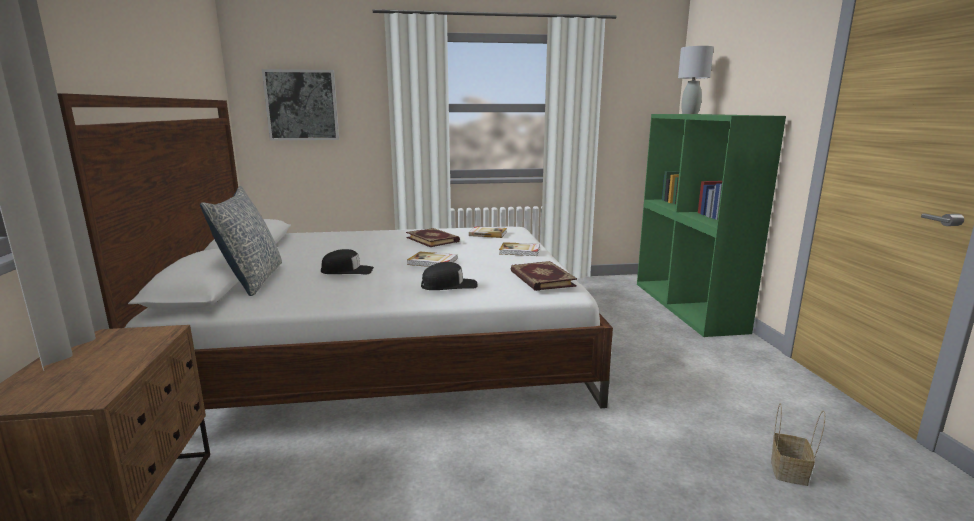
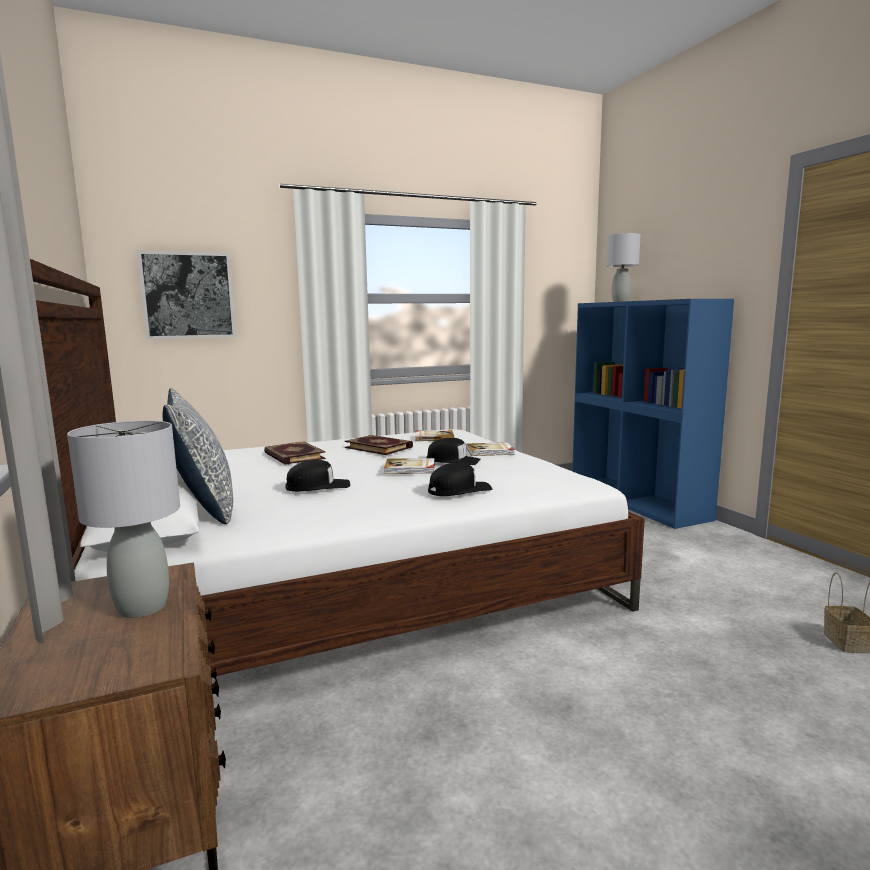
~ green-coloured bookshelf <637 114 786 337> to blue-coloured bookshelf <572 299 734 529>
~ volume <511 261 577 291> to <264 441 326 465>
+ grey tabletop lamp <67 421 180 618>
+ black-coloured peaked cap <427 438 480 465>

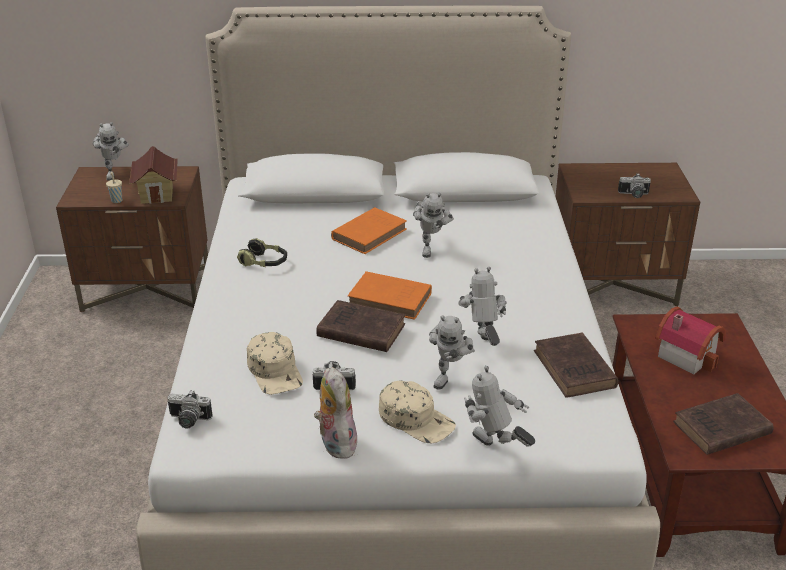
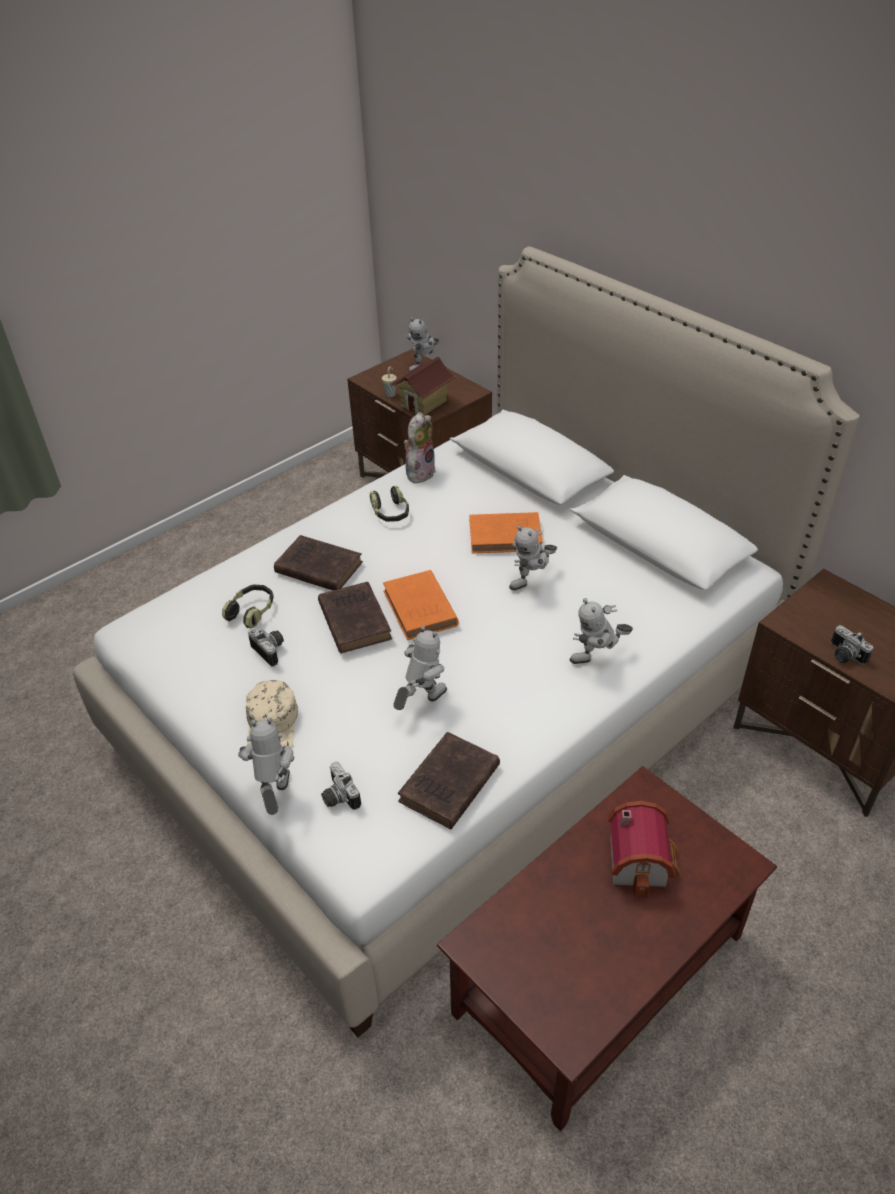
~ model robot <429 315 475 390> to <570 598 633 664>
~ sand-coloured peaked cap <247 332 303 395> to headset <222 585 273 629>
~ soft toy <314 367 357 459> to <404 412 436 485>
~ still camera <167 390 213 428> to <321 762 361 810>
~ brown-coloured volume <673 393 774 455> to <274 535 363 590>

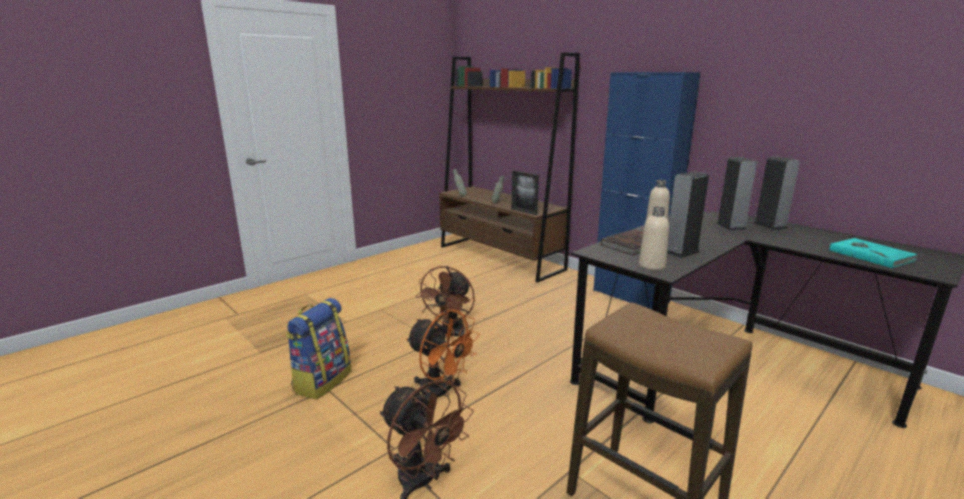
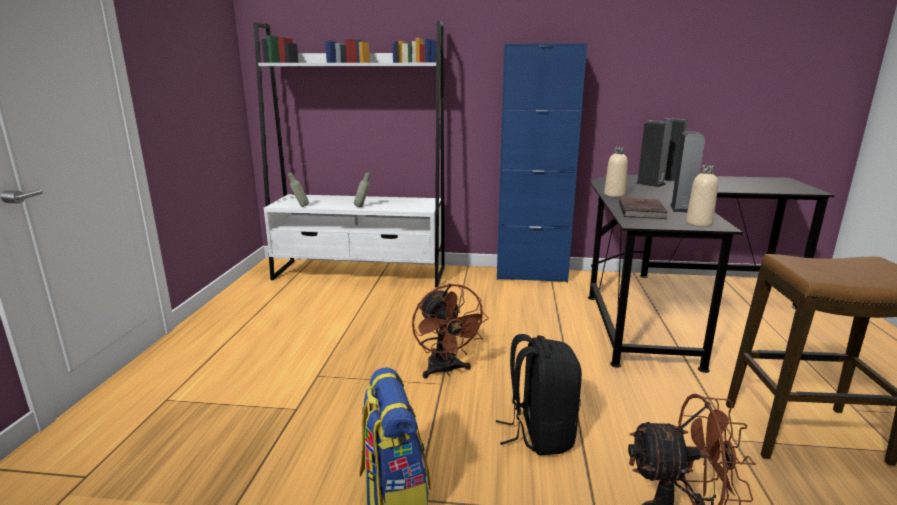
~ brown-coloured bookshelf <439 52 580 283> to whitish bookshelf <253 20 445 287>
- standing frame <511 171 539 215>
- turquoise-coloured volume <829 238 917 268>
~ orangey fan <406 309 480 401> to black-coloured rucksack <496 334 582 455>

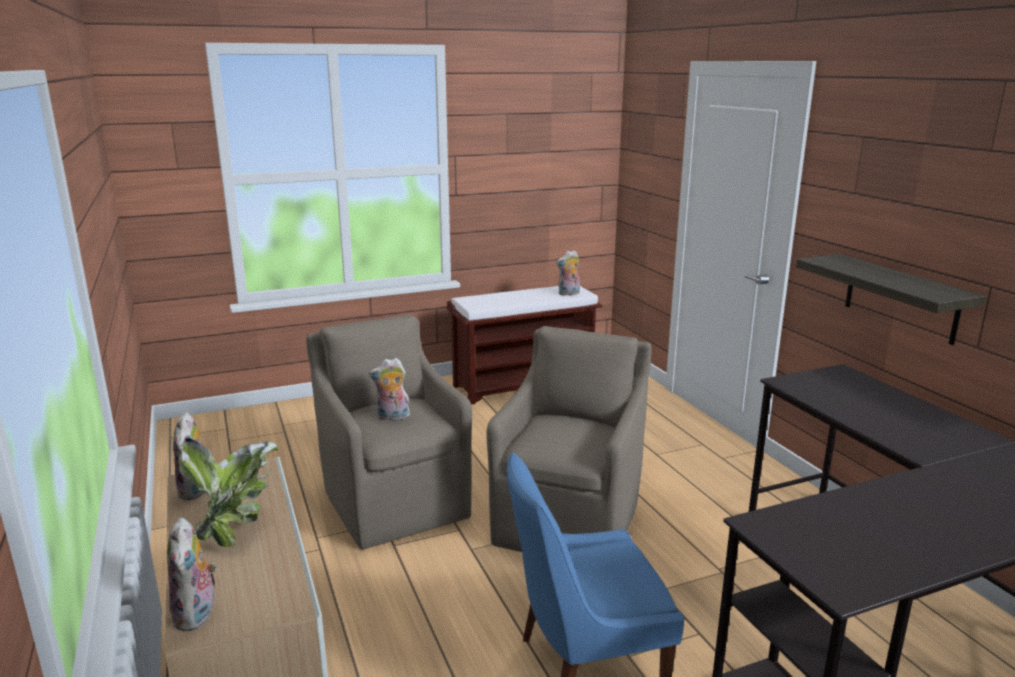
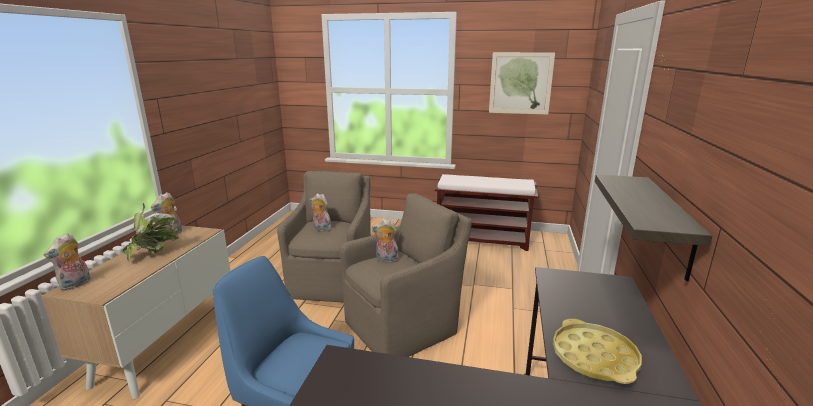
~ soft toy <556 250 580 296> to <372 219 399 263>
+ picture <489 52 555 115>
+ yellow serving tray <553 319 642 384>

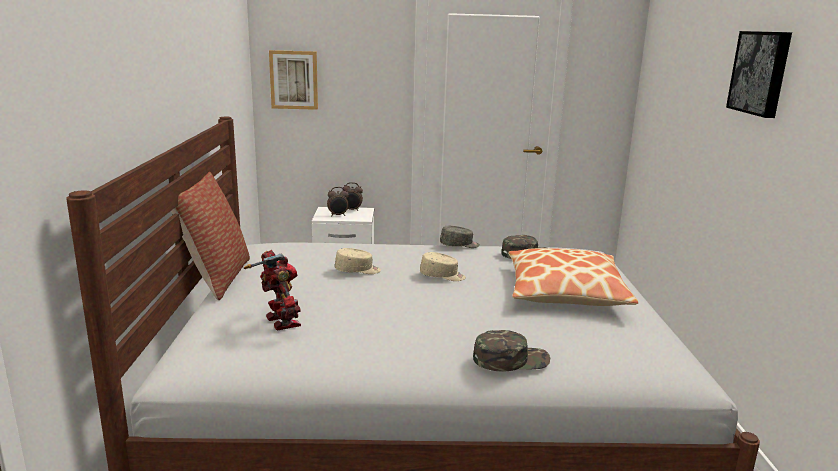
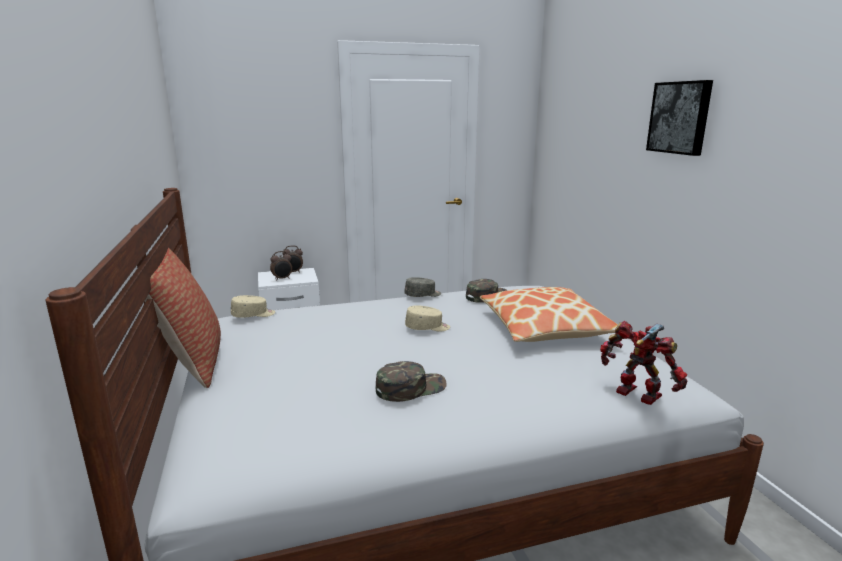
- picture <269 50 318 110>
~ sand-coloured peaked cap <335 248 381 274> to <231 295 275 318>
~ model robot <244 250 301 330> to <600 321 687 405>
~ green-coloured peaked cap <473 330 550 371> to <376 361 447 402>

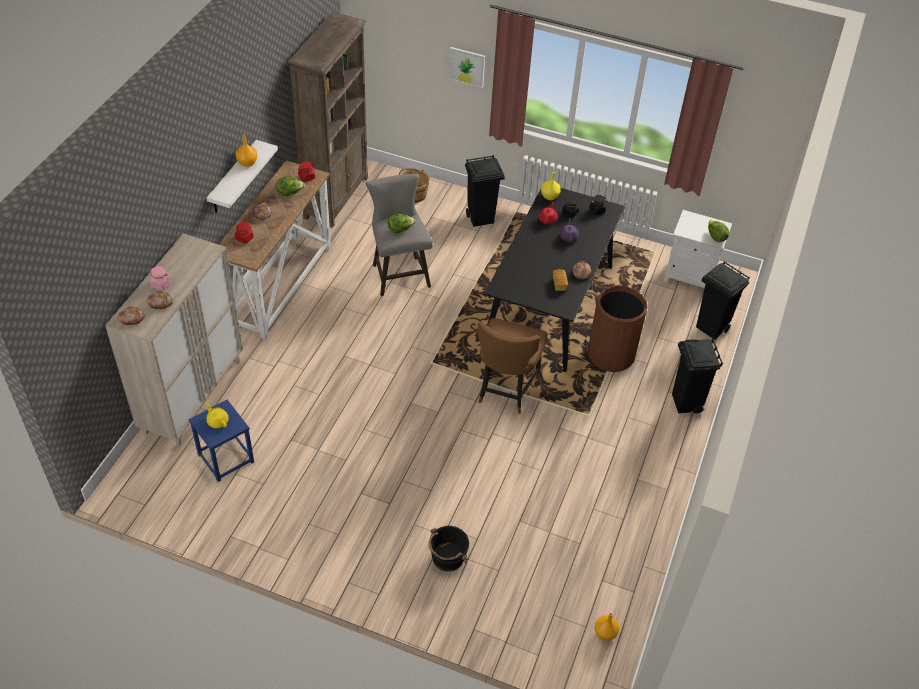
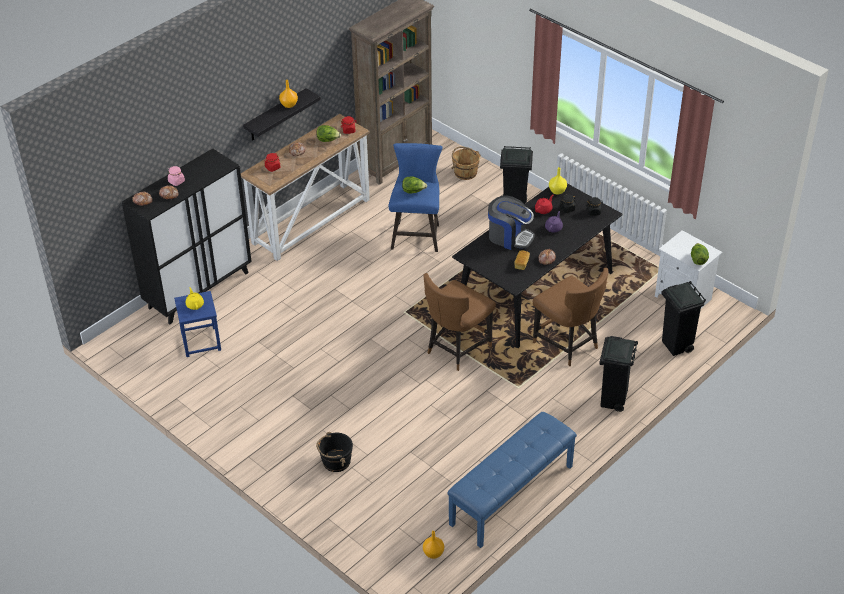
- picture <449 47 485 88>
~ whitish wall shelf <207 140 278 213> to black-coloured wall shelf <243 88 321 140>
~ grey stool <366 174 433 296> to blue-coloured stool <389 143 443 252>
~ sand-coloured cabinet <105 233 243 447> to black-coloured cabinet <122 148 252 324>
~ brown-coloured trash can <588 286 648 372> to brown-coloured plain chair <533 268 608 366>
+ coffee brewer <488 195 535 250>
+ blue-coloured indoor bench <447 412 577 548>

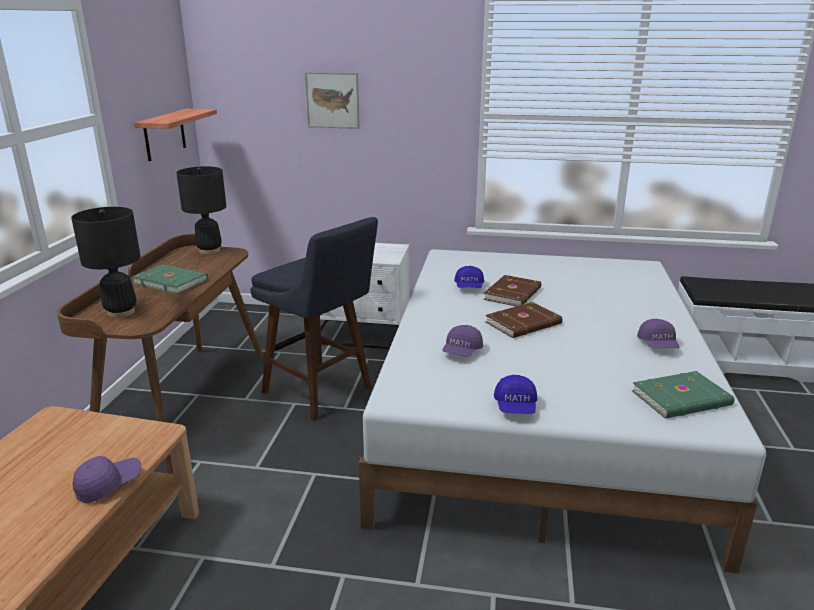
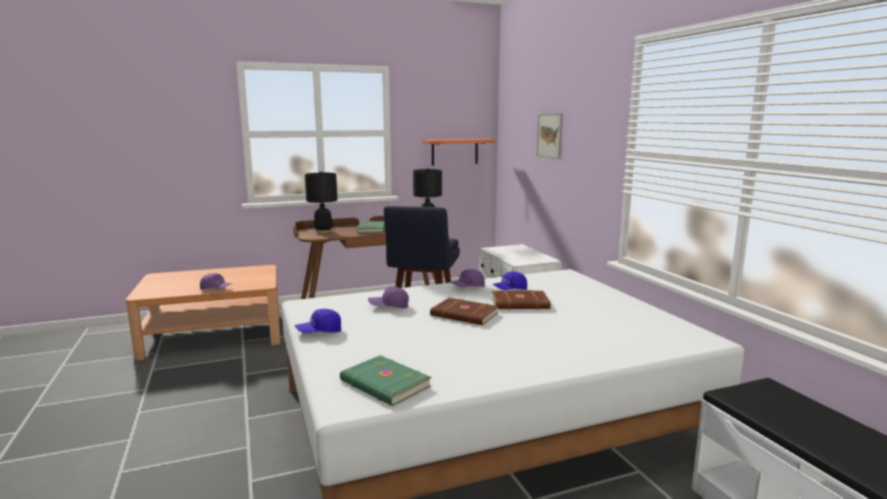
~ purple-coloured peaked cap <637 319 680 348> to <451 269 485 288>

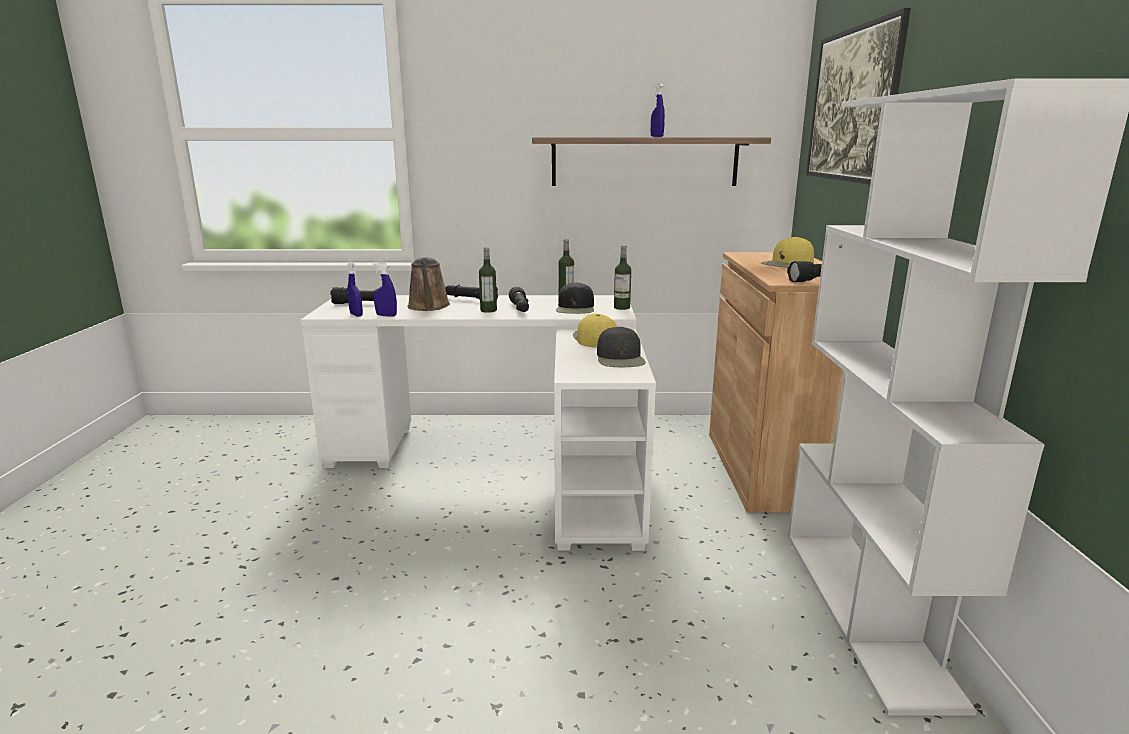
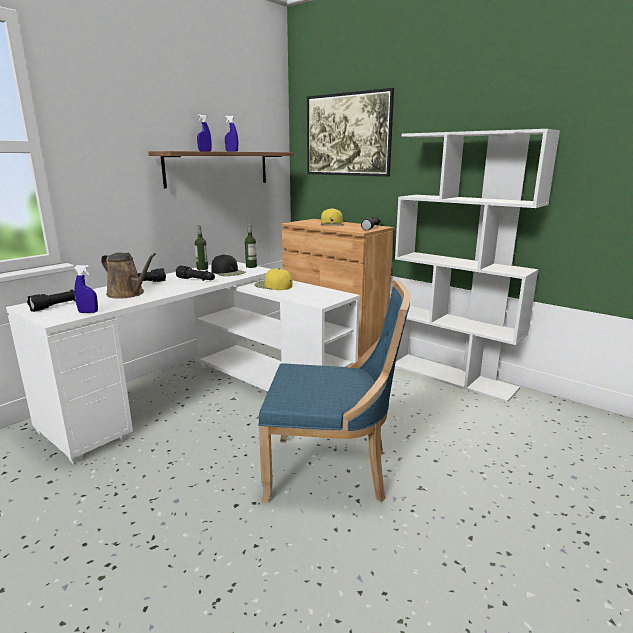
- beverage bottle <479 247 497 313>
~ blue-coloured sprayer <373 263 397 317> to <197 114 212 151>
- black-coloured peaked cap <597 326 646 367>
+ blue-coloured plain chair <258 280 411 503>

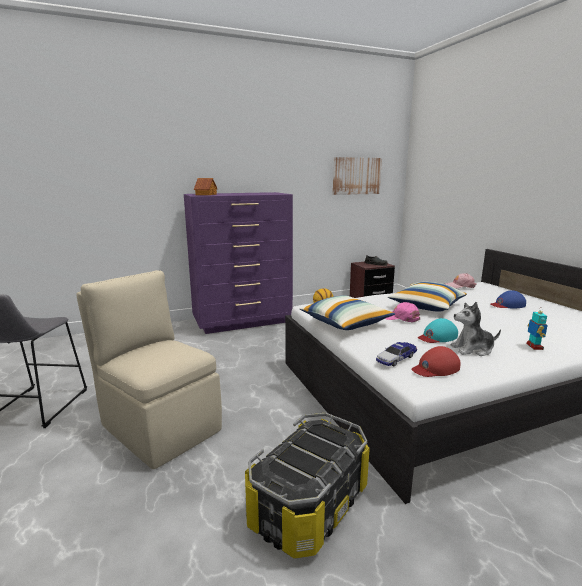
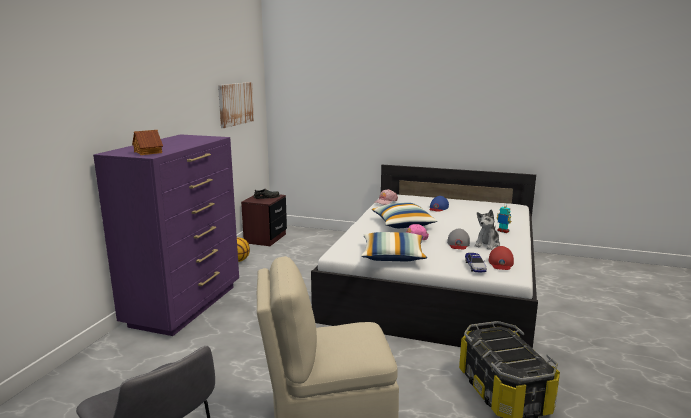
~ turquoise-coloured peaked cap <418 318 458 343> to grey peaked cap <447 229 470 249>

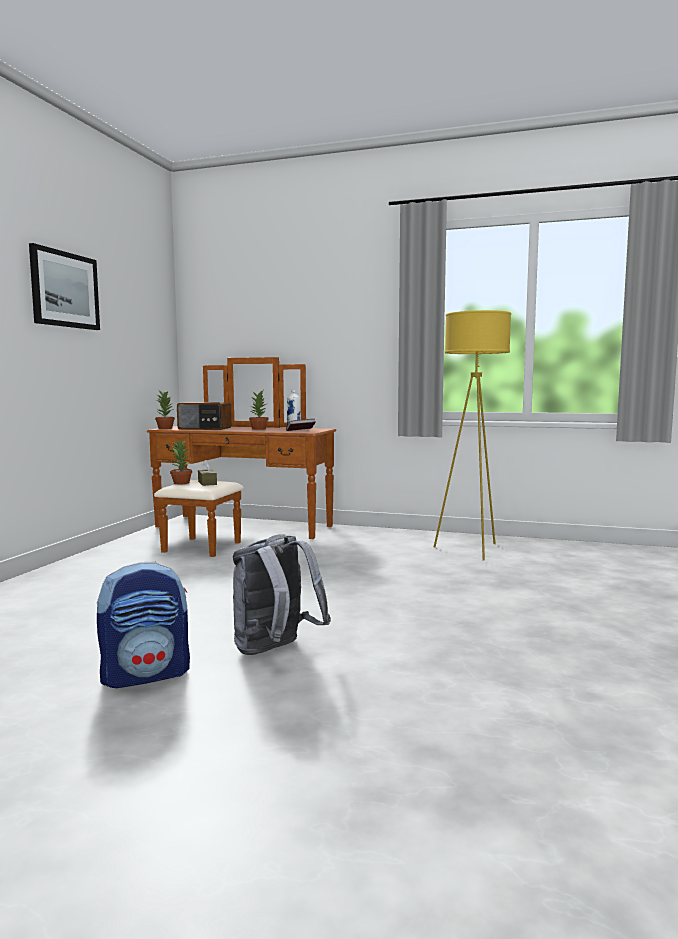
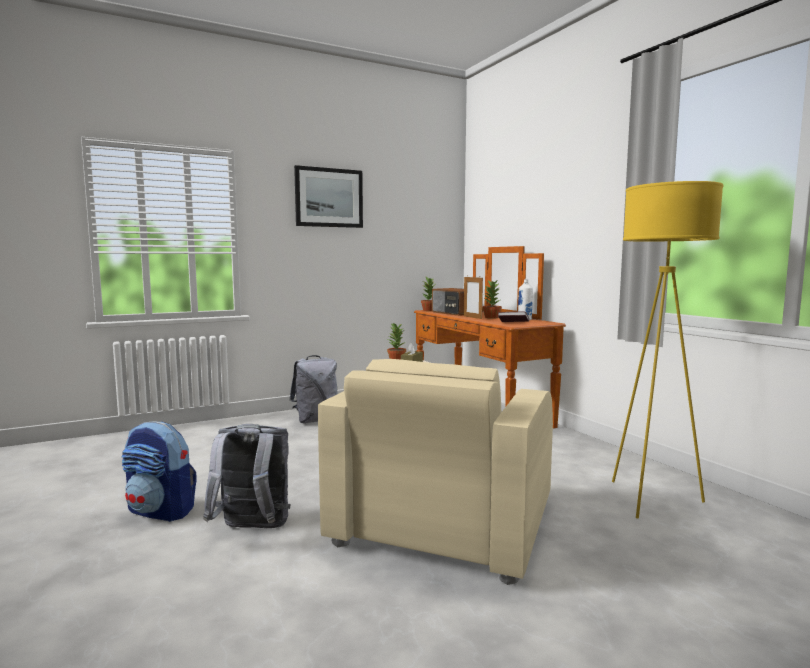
+ standing frame <464 276 483 319>
+ grey rucksack <289 355 338 423>
+ sand-coloured lounge chair <318 359 553 585>

